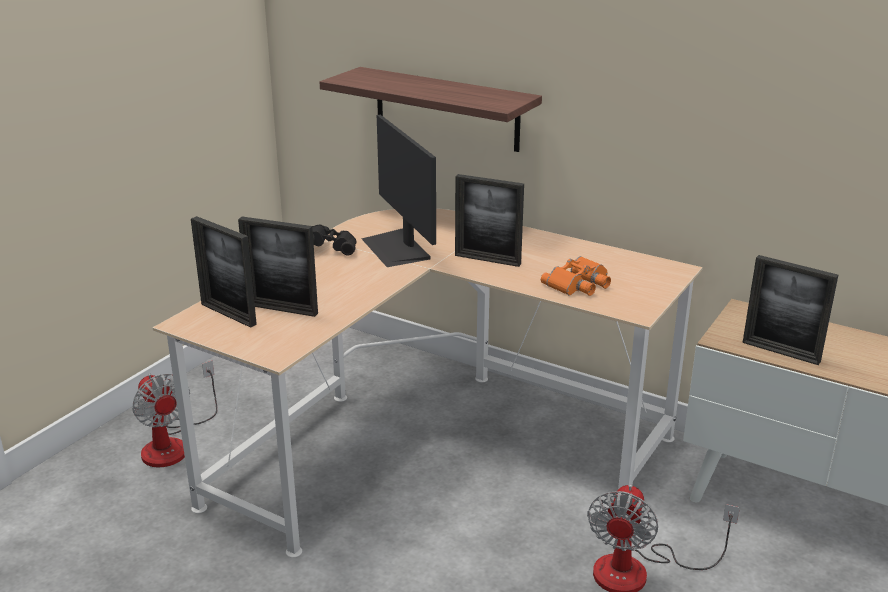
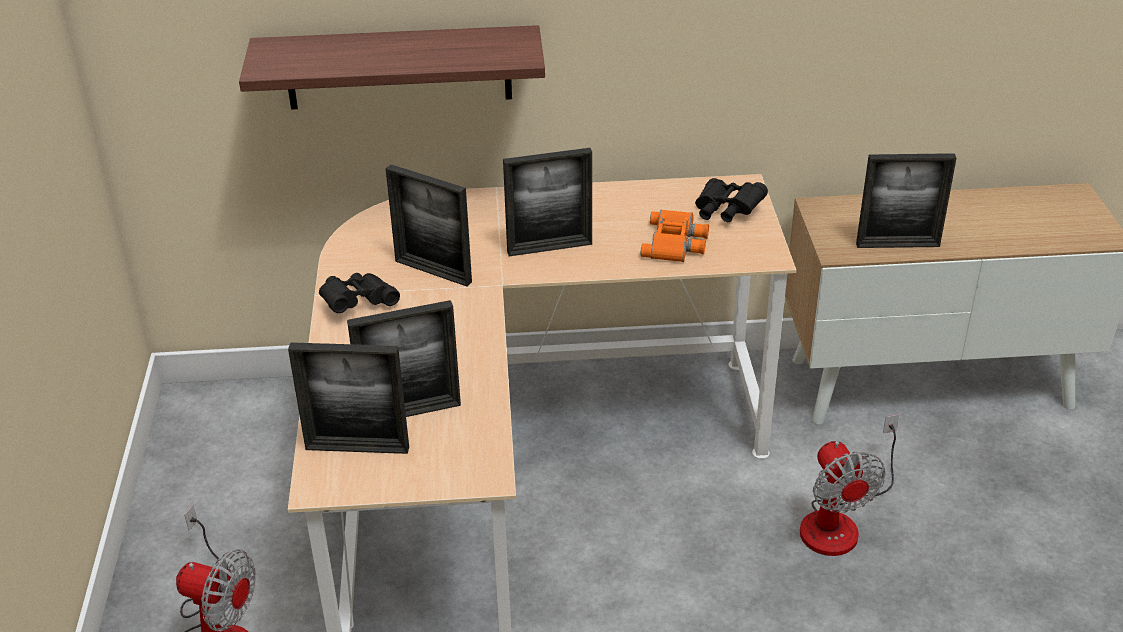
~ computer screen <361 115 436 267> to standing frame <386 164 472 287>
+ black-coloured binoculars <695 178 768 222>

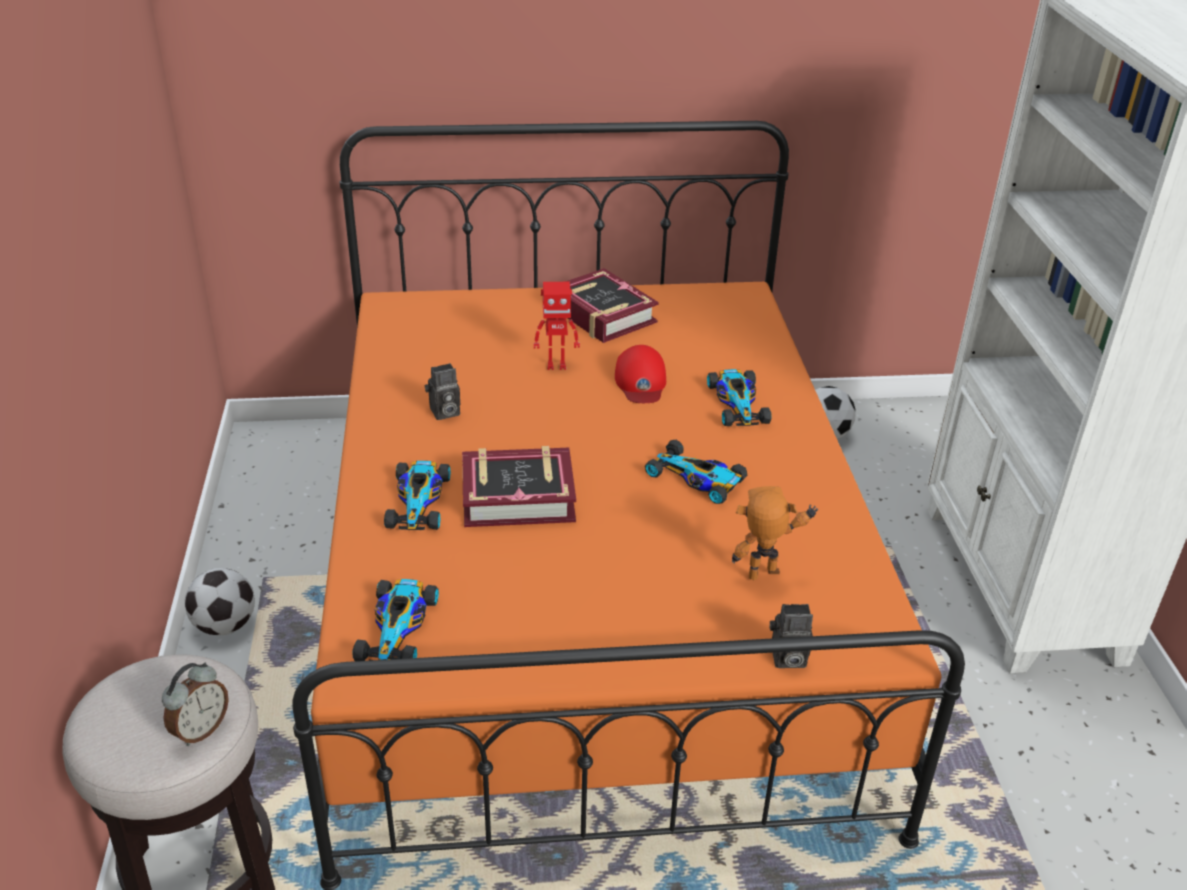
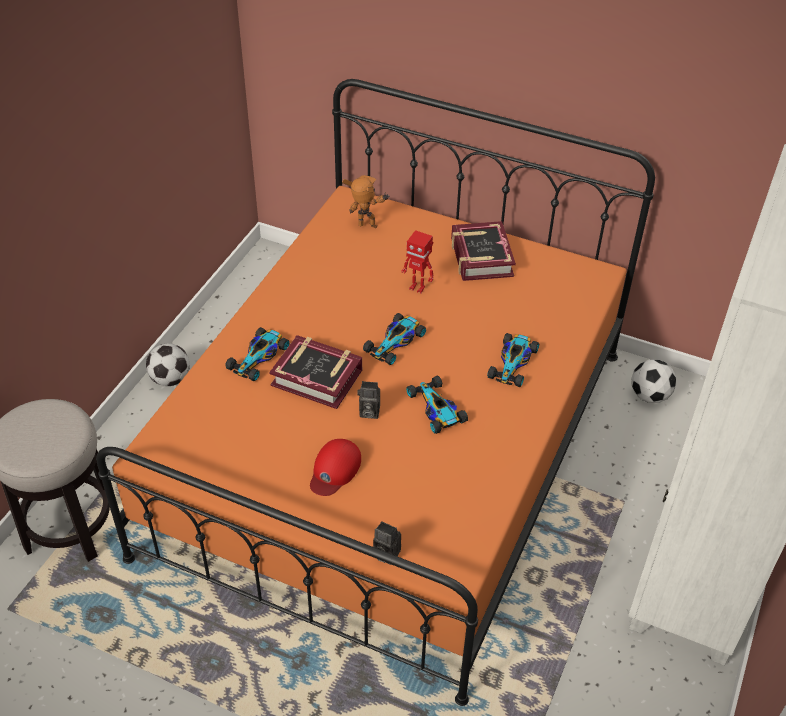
~ red-coloured peaked cap <615 345 666 403> to <310 439 361 496>
~ still camera <425 363 460 420> to <357 381 380 419>
~ model robot <732 486 818 580> to <342 175 390 228>
~ miniature car <352 579 439 661> to <363 313 426 365>
- alarm clock <162 663 229 746>

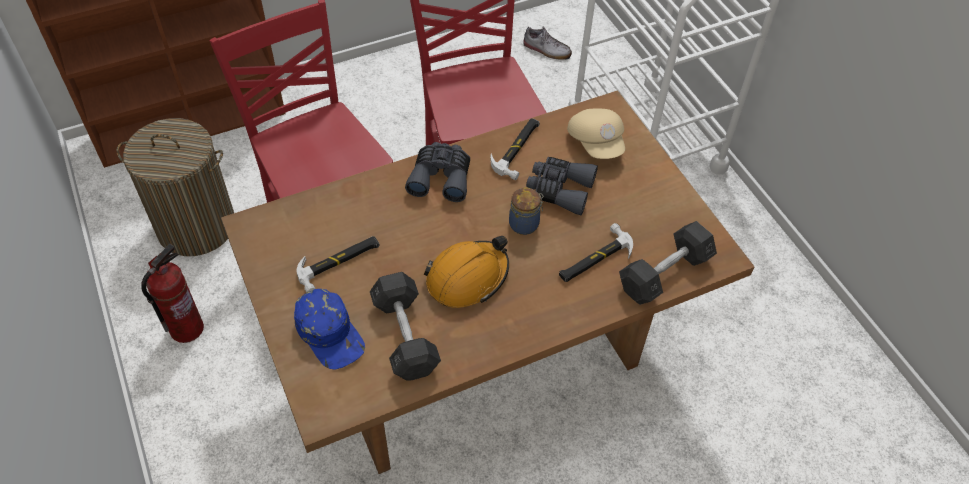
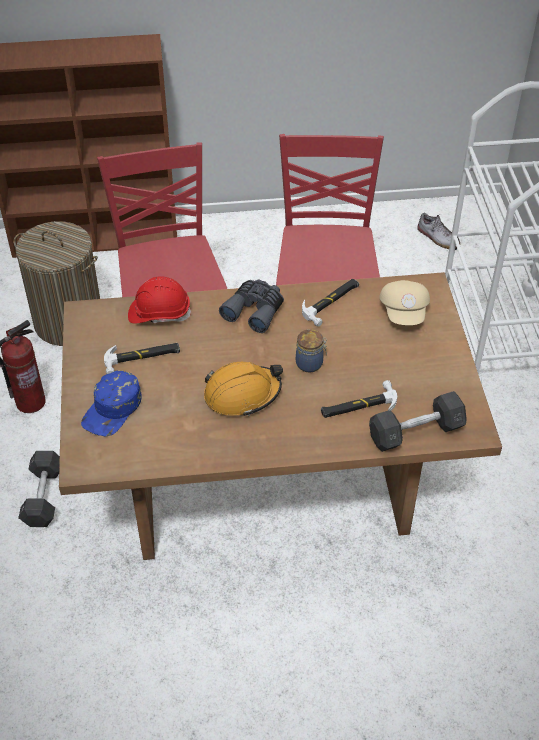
- grey binoculars <526 157 598 215>
~ grey free weight <370 272 441 381> to <18 451 60 527>
~ blue-coloured peaked cap <294 289 365 370> = <81 370 141 436> 45 degrees clockwise
+ red-coloured hard hat <128 276 192 323>

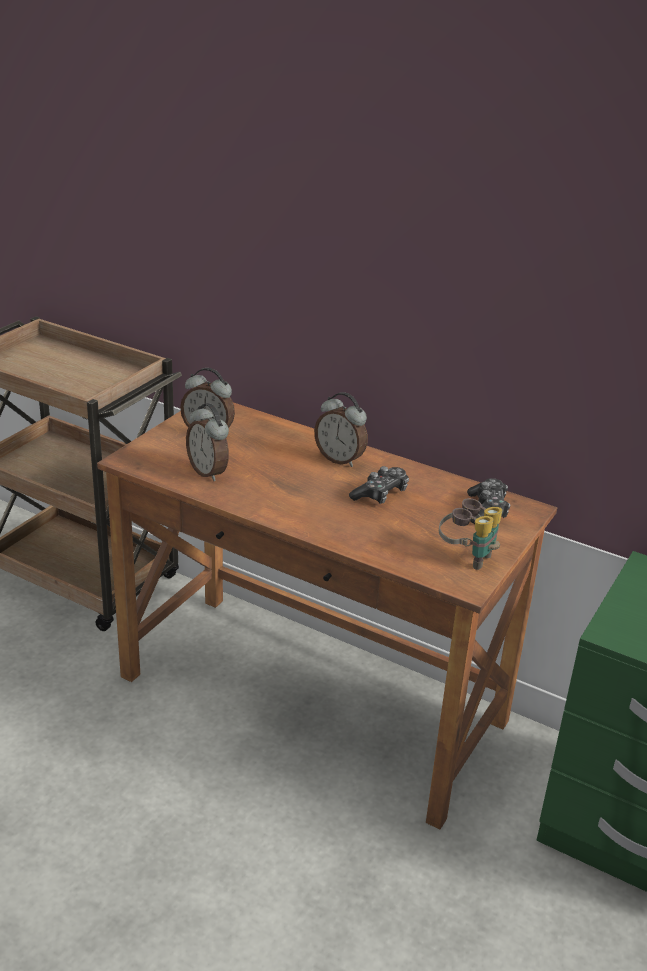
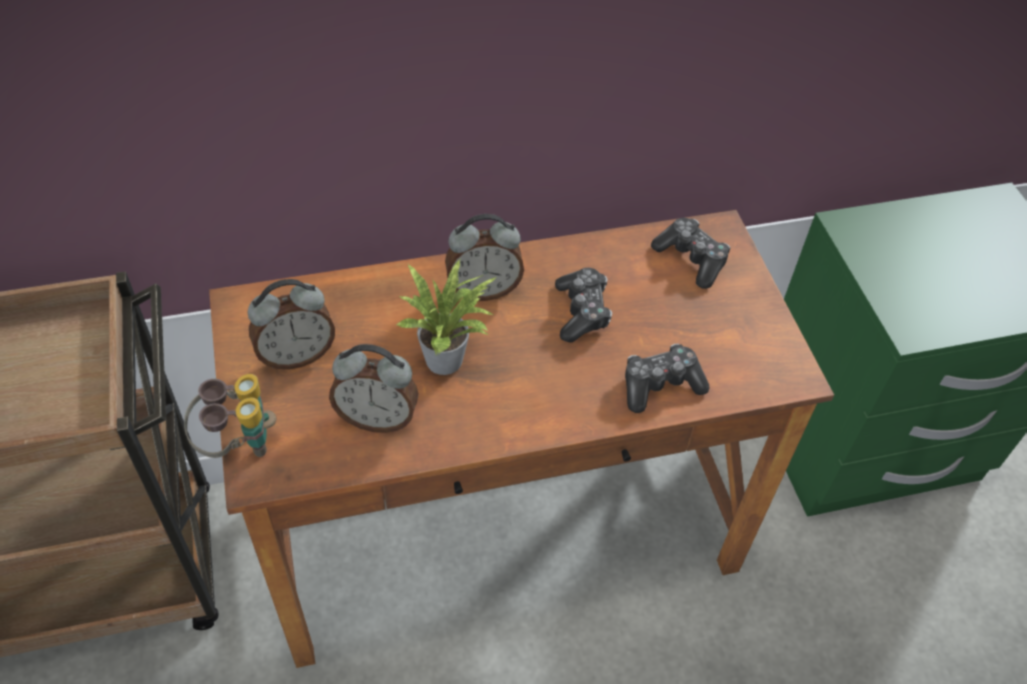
~ binoculars <439 498 502 570> to <184 374 276 458>
+ plant in a pot <395 260 497 375>
+ game controller <625 344 710 413>

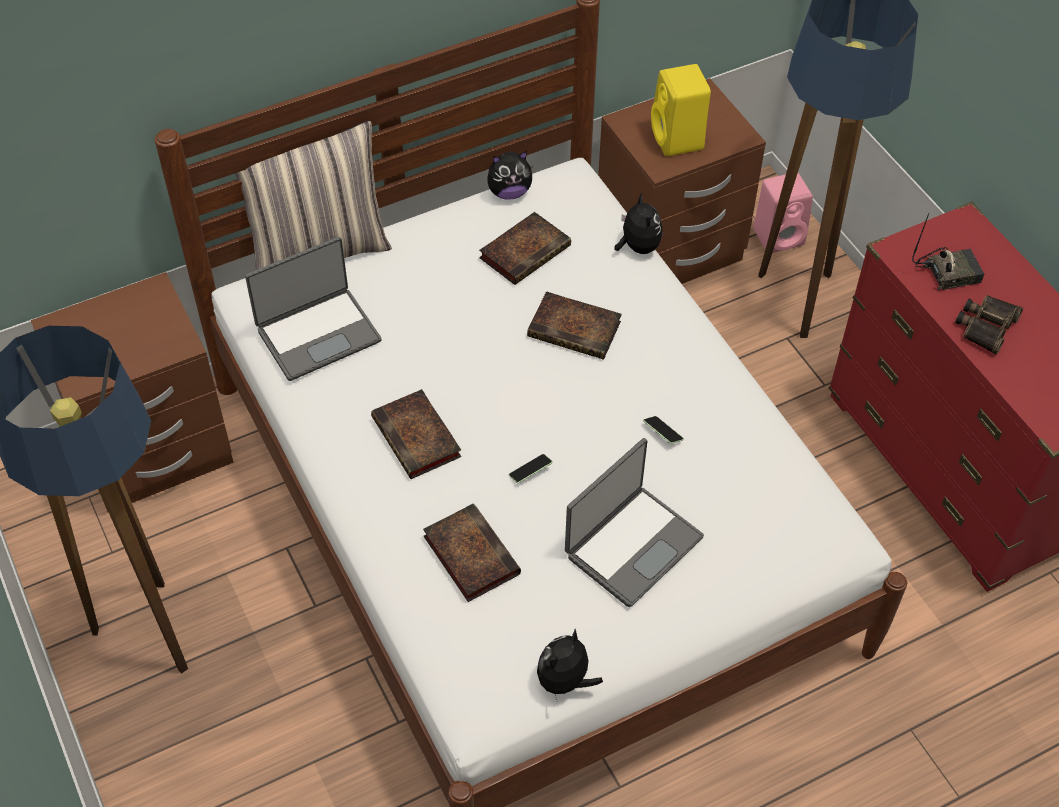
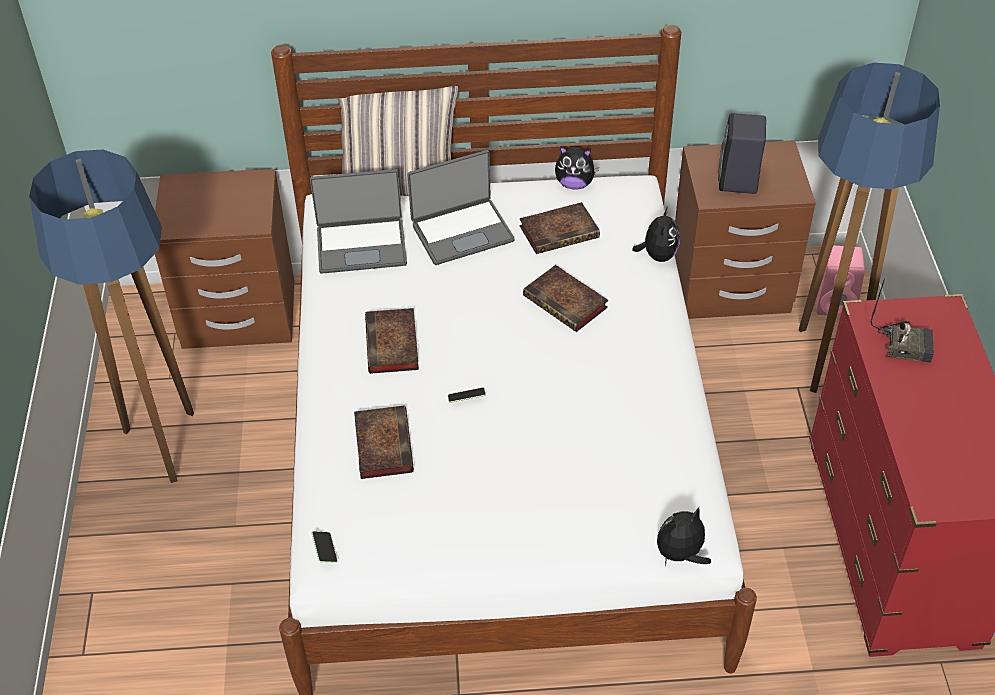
~ yellow loudspeaker <651 64 711 156> to black-coloured loudspeaker <718 113 766 194>
- binoculars <955 295 1023 355>
~ telephone <643 416 684 444> to <312 531 338 563>
~ notebook computer <565 438 704 607> to <407 150 515 265>
~ soft toy <537 629 603 700> to <657 507 711 565>

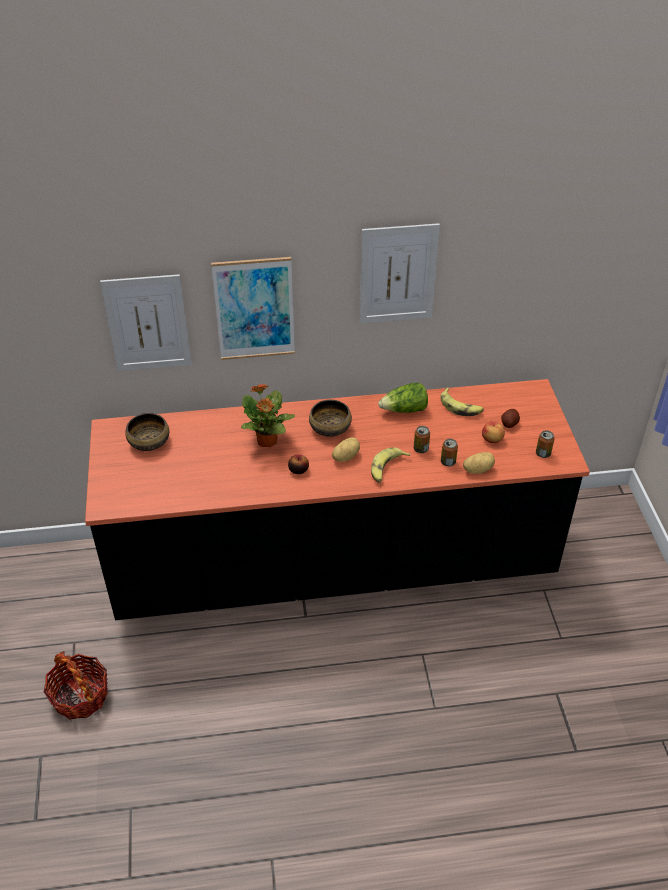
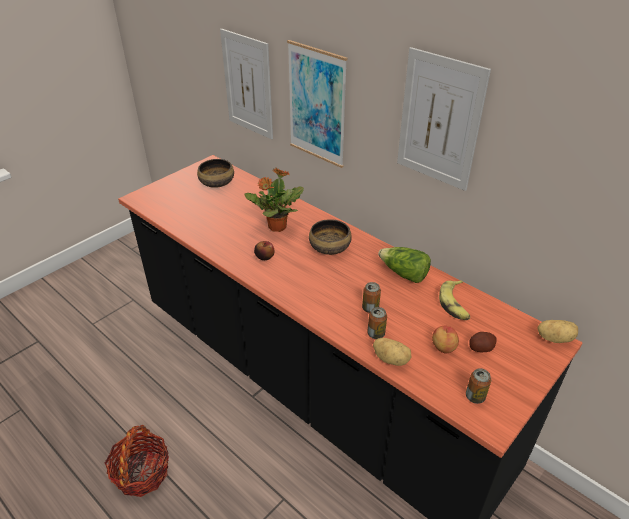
~ whole potato <332 437 360 462> to <537 320 578 343>
- whole banana <371 447 410 483>
~ basket <44 651 108 719> to <105 425 169 497>

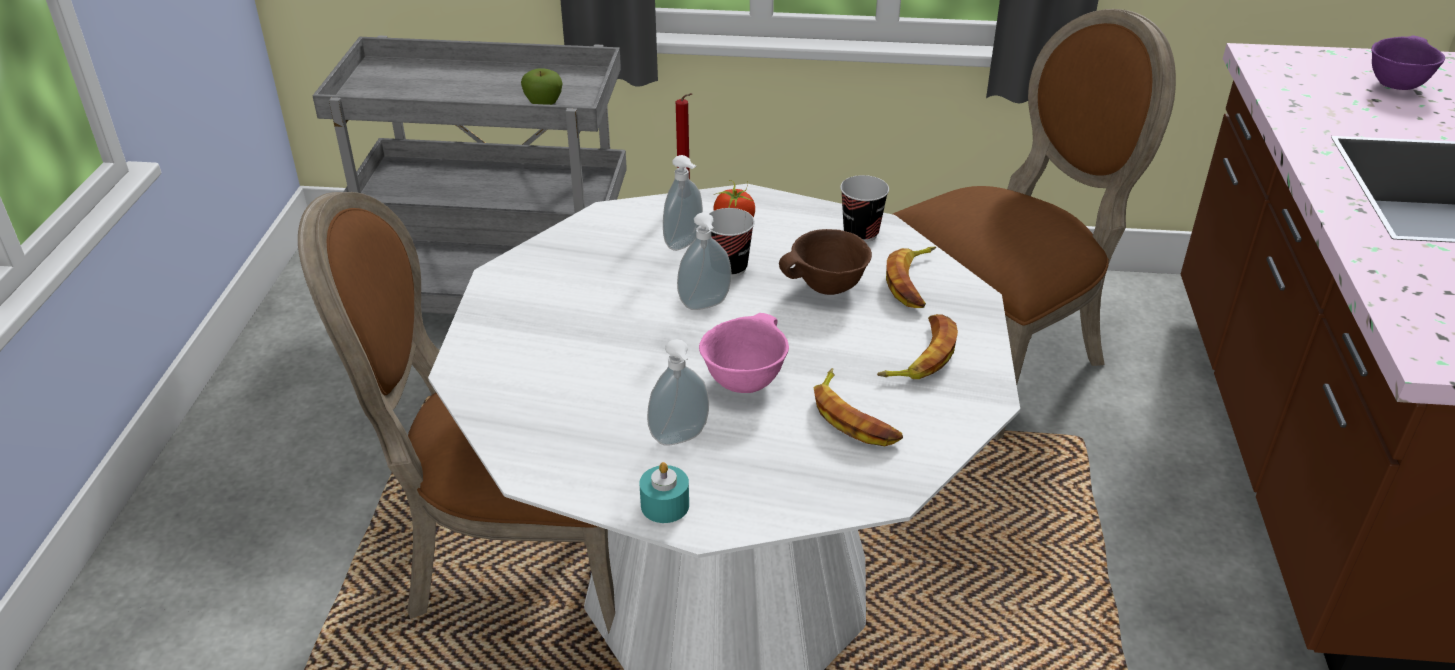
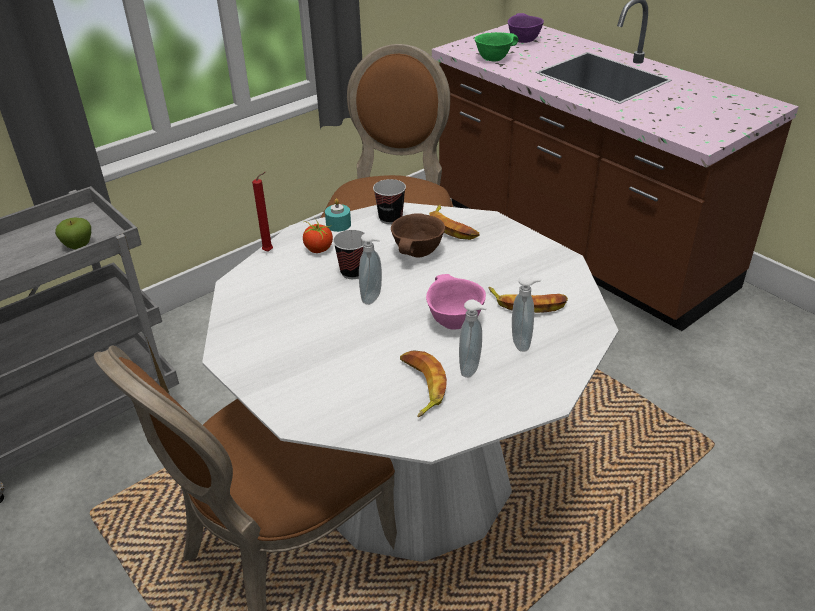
~ soap dispenser <663 155 703 251> to <512 275 542 352>
~ whole banana <877 314 958 379> to <400 350 447 417>
~ turquoise-coloured wax candle <640 462 689 523> to <325 199 351 232>
+ green-coloured deep dish <475 32 519 62>

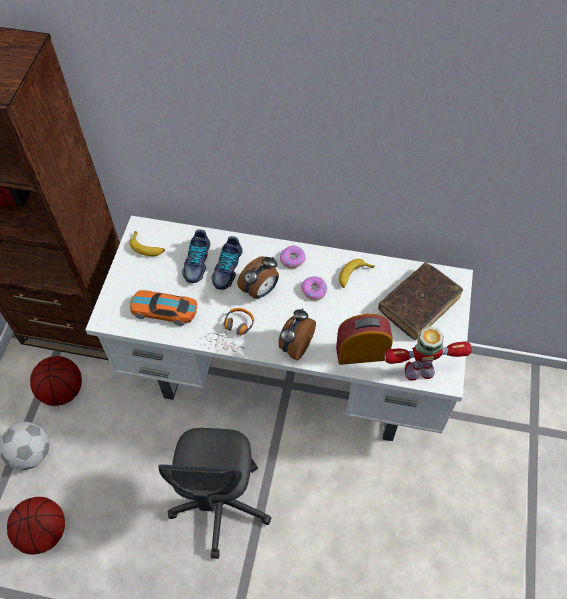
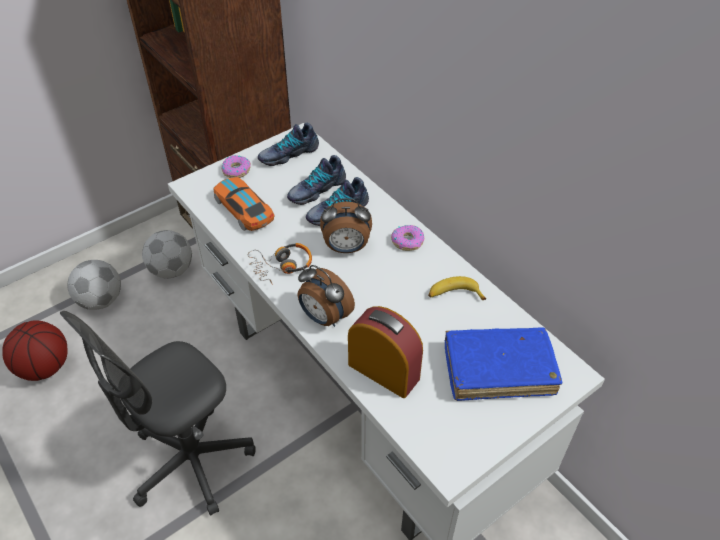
~ whole banana <129 231 165 256> to item of footwear <258 123 319 166>
~ brown-coloured volume <378 263 463 340> to blue-coloured volume <445 327 562 401>
~ donut <301 276 327 300> to <221 155 251 178>
~ alarm clock <278 308 316 360> = <297 265 355 327> 120 degrees counterclockwise
- model robot <384 326 472 381>
~ basketball ball <30 356 82 406> to football <142 230 192 279>

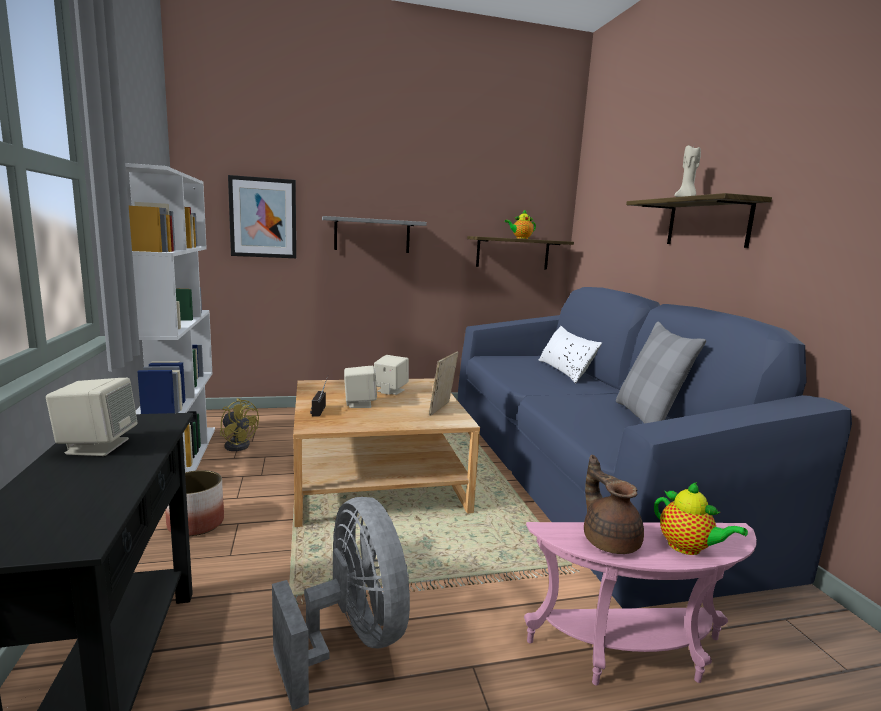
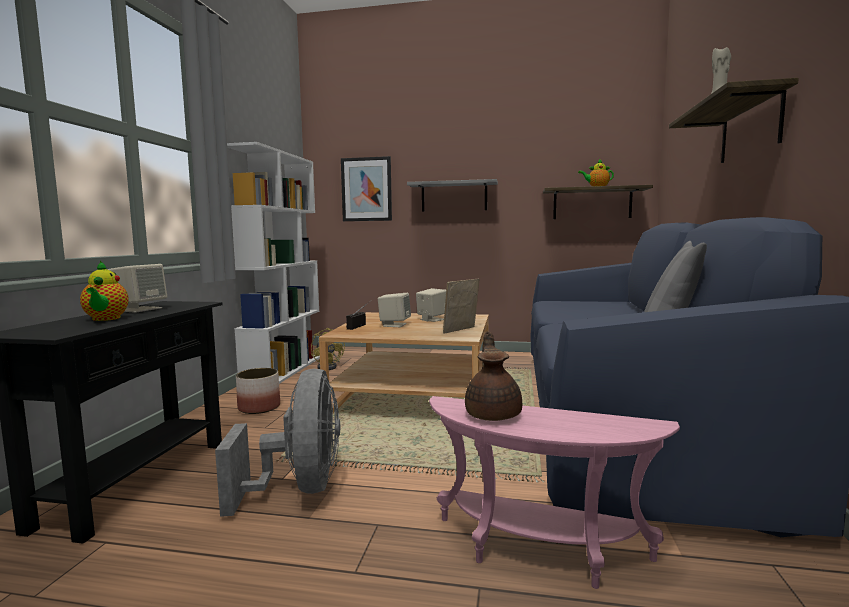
- whitish cushion <538 326 602 383>
~ pot for tea <654 482 748 555> to <80 261 129 321>

